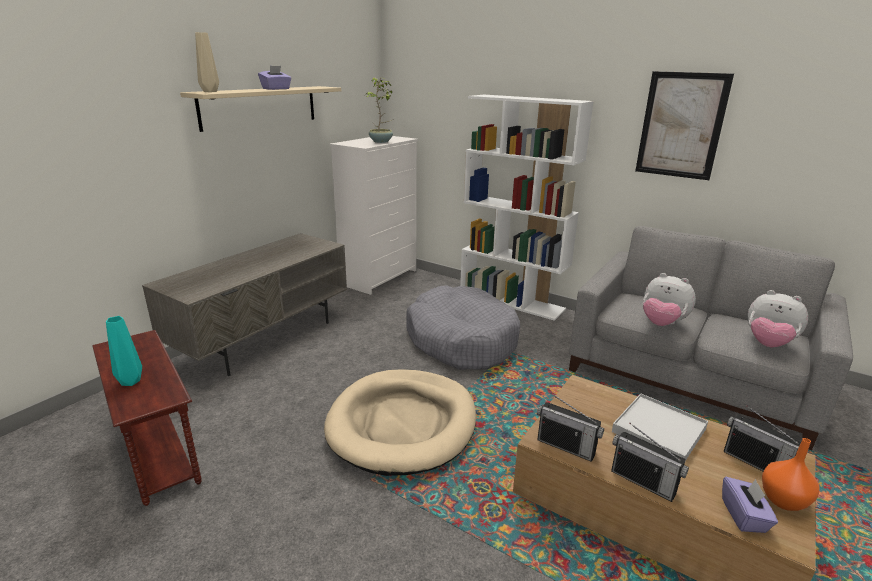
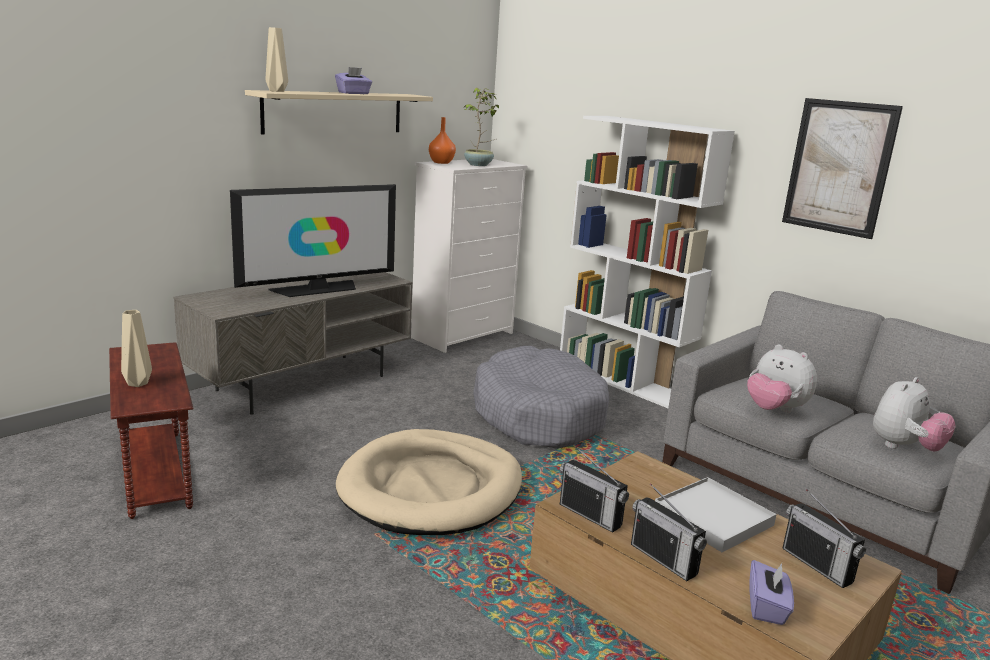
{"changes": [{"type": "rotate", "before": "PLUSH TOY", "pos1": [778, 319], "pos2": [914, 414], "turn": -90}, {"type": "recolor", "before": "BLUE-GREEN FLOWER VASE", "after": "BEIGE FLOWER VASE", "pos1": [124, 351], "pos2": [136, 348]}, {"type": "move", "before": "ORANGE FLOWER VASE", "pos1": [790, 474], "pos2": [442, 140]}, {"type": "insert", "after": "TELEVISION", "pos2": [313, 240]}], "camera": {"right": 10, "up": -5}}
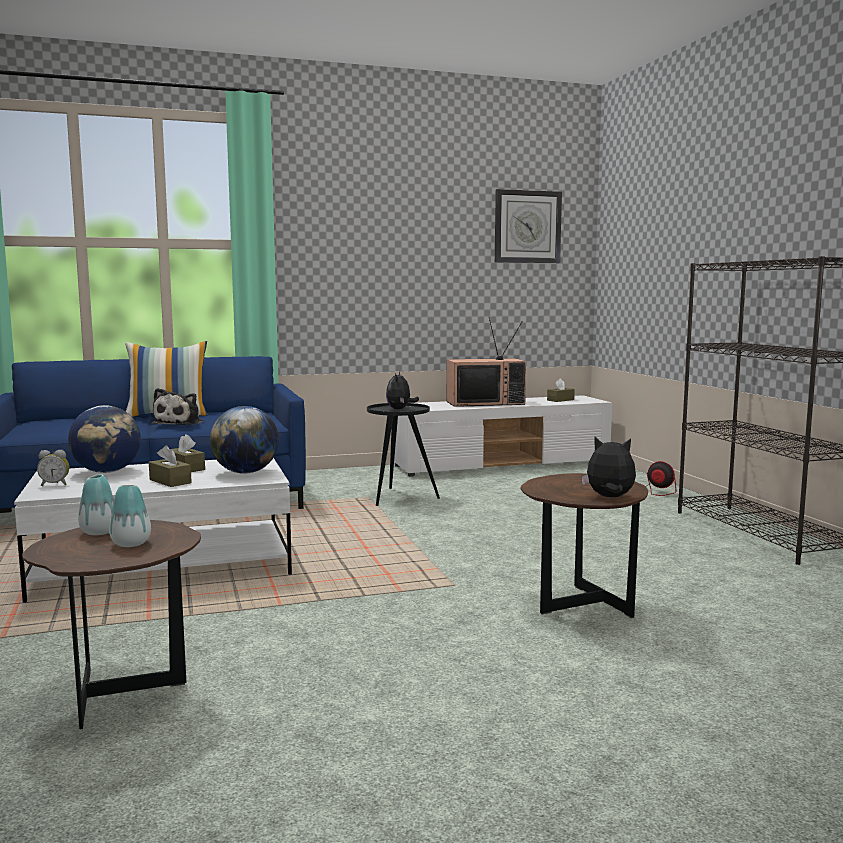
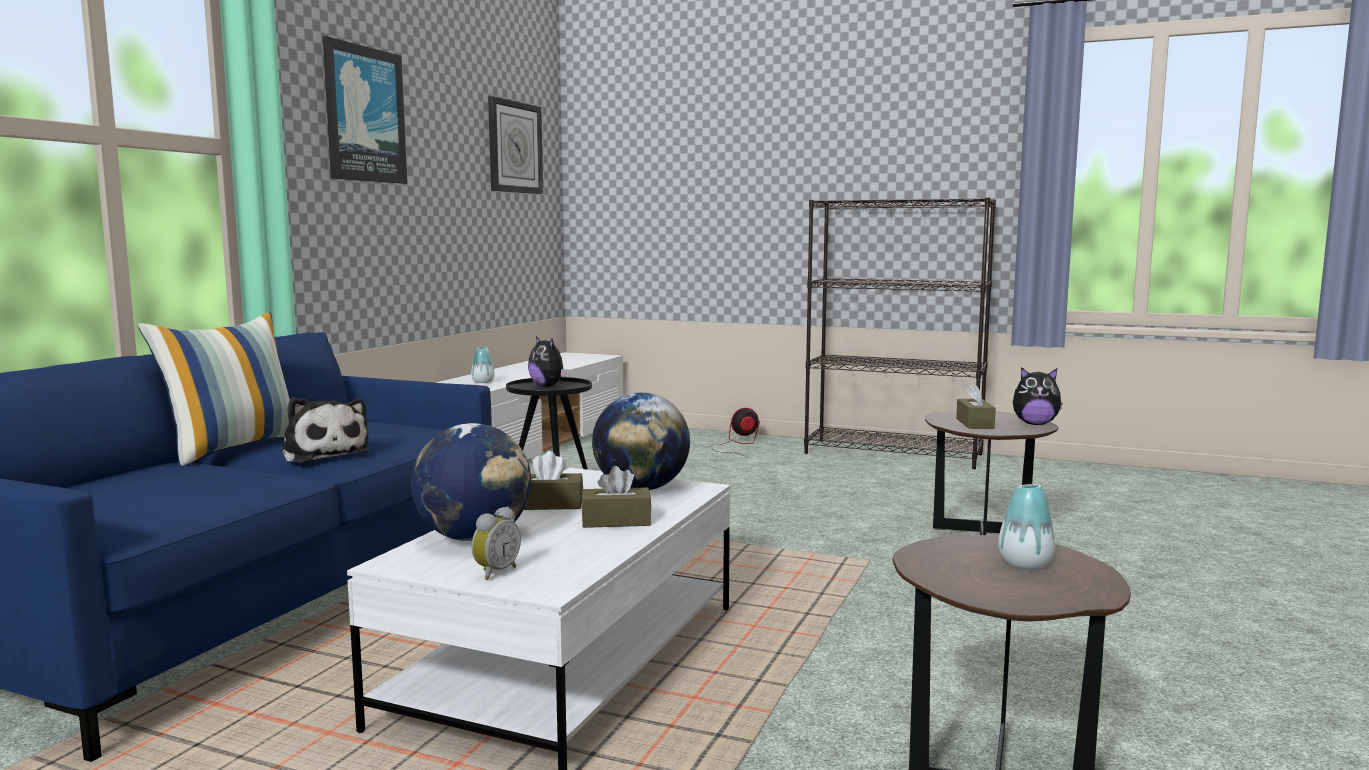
{"changes": [{"type": "delete", "before": "TELEVISION", "pos1": [486, 362]}, {"type": "move", "before": "BROWN TISSUE HOLDER", "pos1": [561, 390], "pos2": [976, 406]}, {"type": "rotate", "before": "PLUSH TOY", "pos1": [608, 467], "pos2": [1038, 396], "turn": -135}, {"type": "move", "before": "FLOWER VASE", "pos1": [96, 504], "pos2": [483, 365]}, {"type": "insert", "after": "WALL PICTURE", "pos2": [365, 110]}], "camera": {"right": -50, "up": 0}}
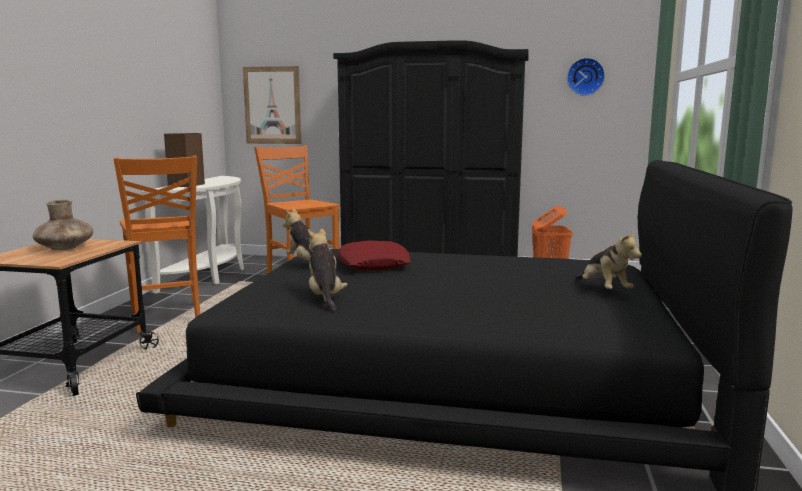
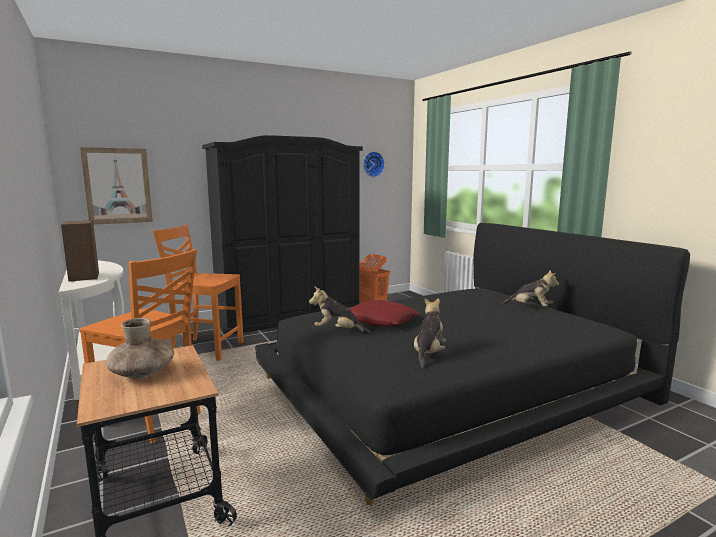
{"changes": [{"type": "rotate", "before": "PLUSH TOY", "pos1": [328, 269], "pos2": [430, 333], "turn": 75}], "camera": {"right": -40, "up": 0}}
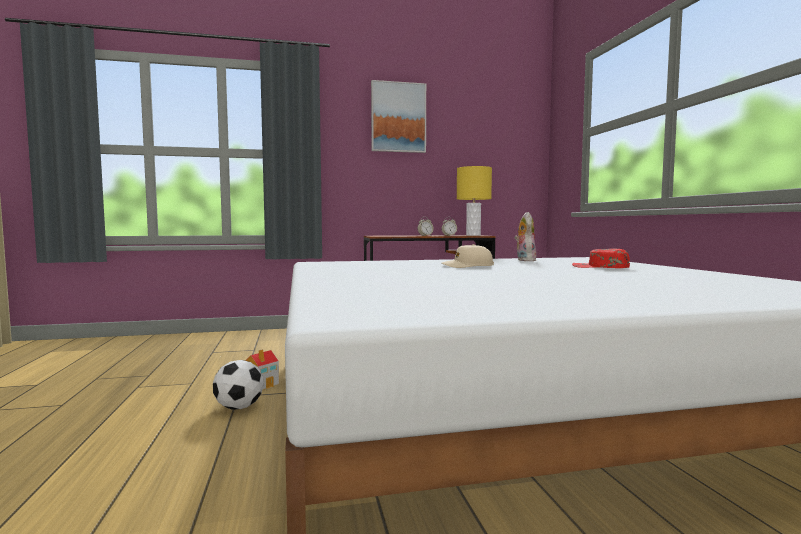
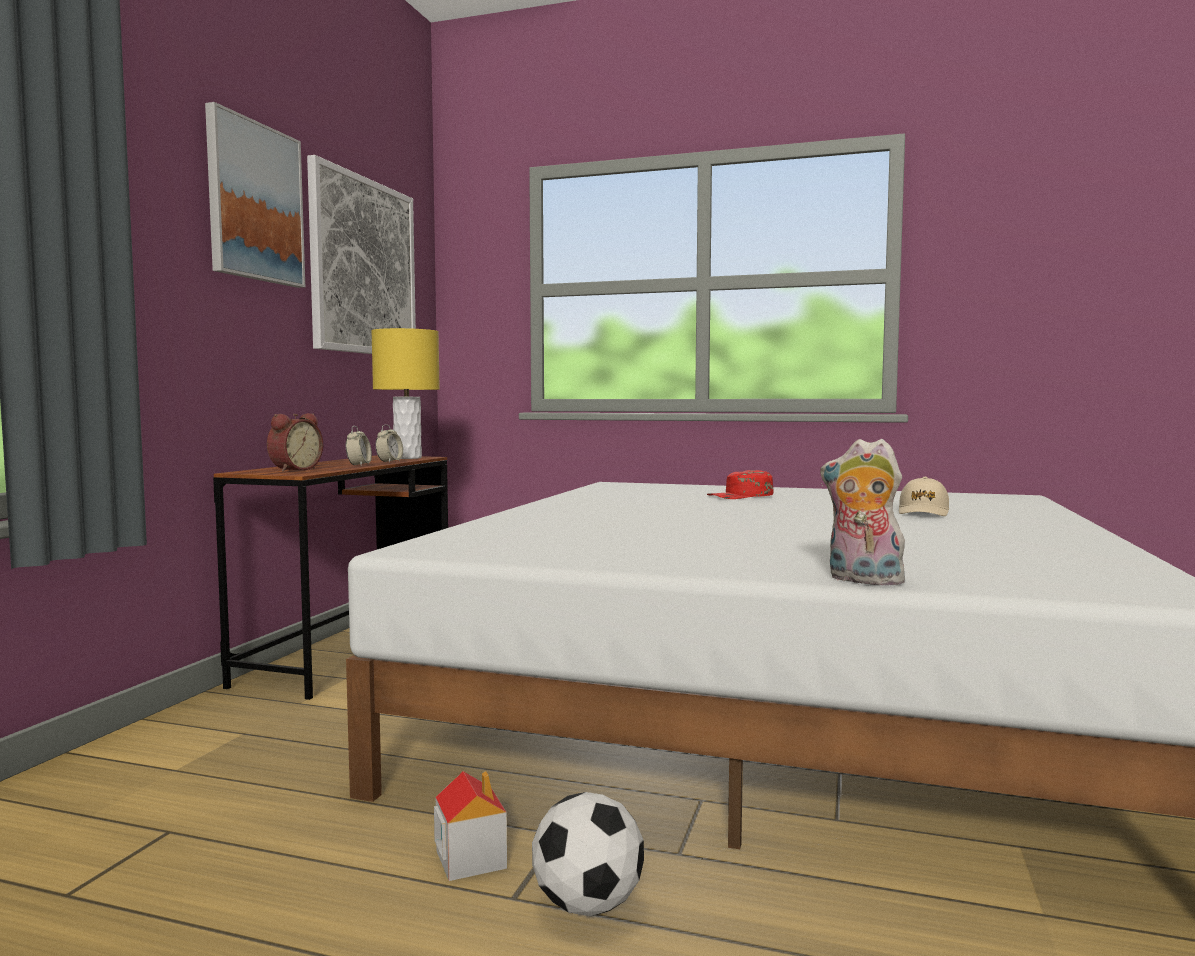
{"changes": [{"type": "move", "before": "PLUSH TOY", "pos1": [525, 236], "pos2": [866, 512]}, {"type": "move", "before": "BEIGE PEAKED CAP", "pos1": [468, 256], "pos2": [924, 496]}, {"type": "insert", "after": "WALL PICTURE", "pos2": [361, 254]}, {"type": "insert", "after": "ALARM CLOCK", "pos2": [295, 442]}], "camera": {"right": -60, "up": 0}}
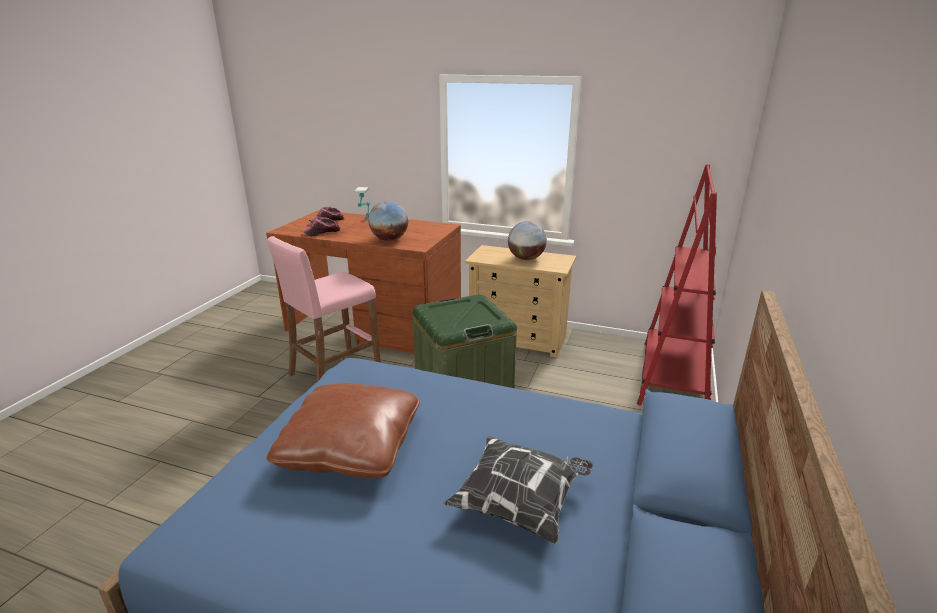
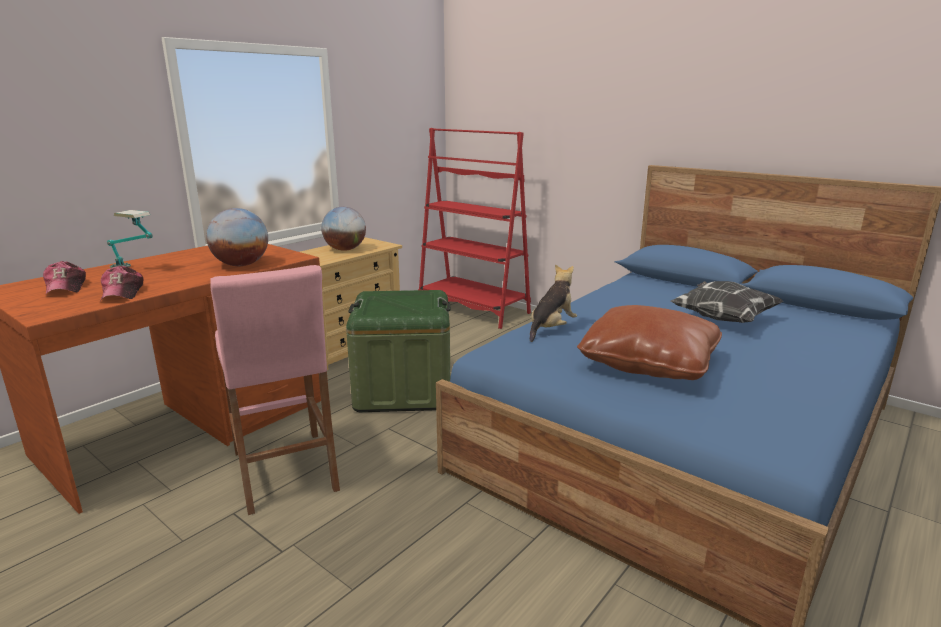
{"changes": [{"type": "insert", "after": "PLUSH TOY", "pos2": [553, 303]}], "camera": {"right": -70, "up": -5}}
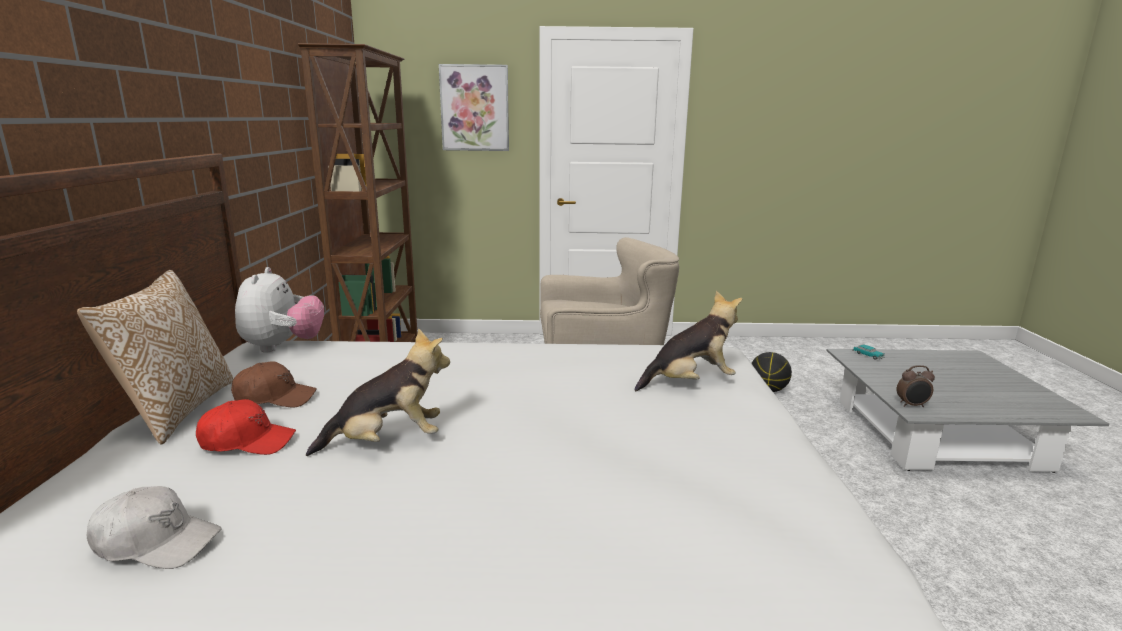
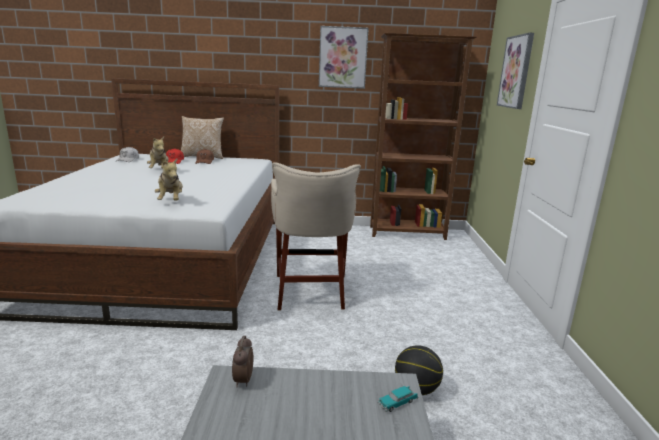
{"changes": [{"type": "delete", "before": "PLUSH TOY", "pos1": [279, 310]}, {"type": "insert", "after": "WALL PICTURE", "pos2": [344, 57]}], "camera": {"right": 90, "up": 0}}
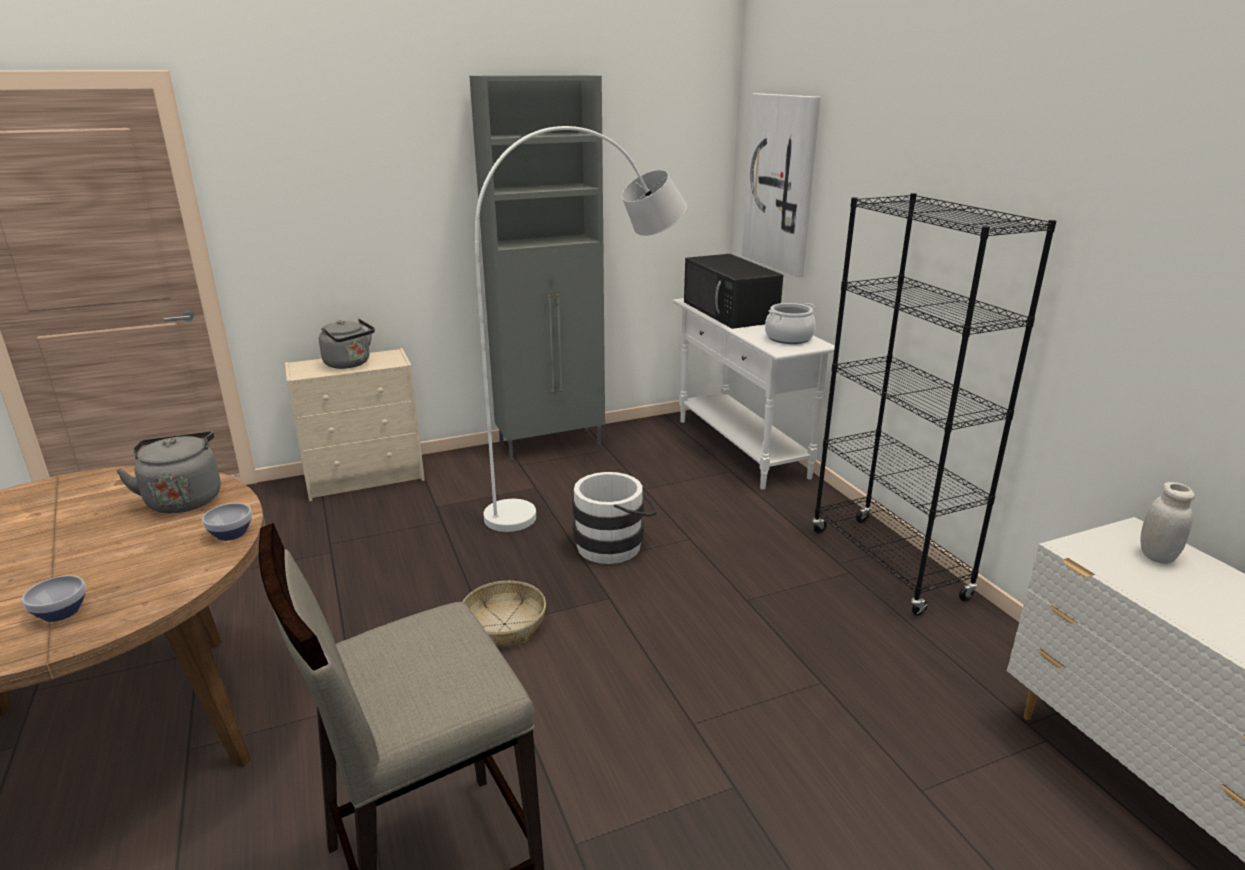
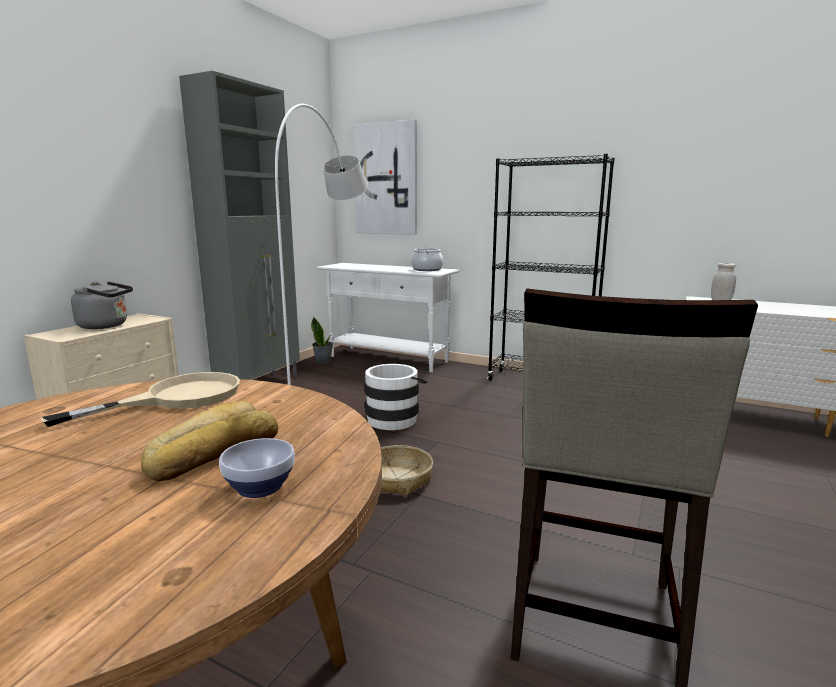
{"changes": [{"type": "delete", "before": "BLACK MICROWAVE", "pos1": [733, 291]}, {"type": "replace", "before": "GREYISH KETTLE", "after": "BEIGE FRYING PAN", "pos1": [168, 472], "pos2": [140, 399]}, {"type": "delete", "before": "SERVING BOWL", "pos1": [227, 522]}, {"type": "insert", "after": "HOUSEPLANT", "pos2": [322, 340]}, {"type": "insert", "after": "BAKERY BREAD", "pos2": [209, 441]}], "camera": {"right": -40, "up": -10}}
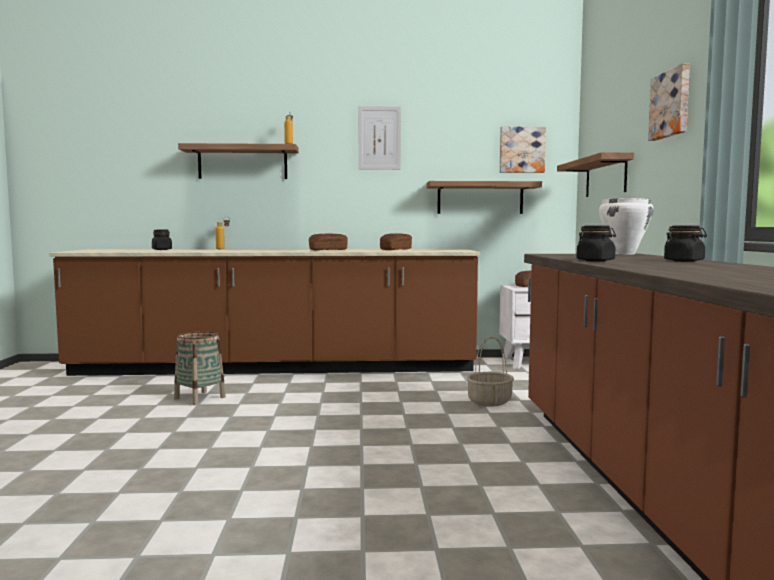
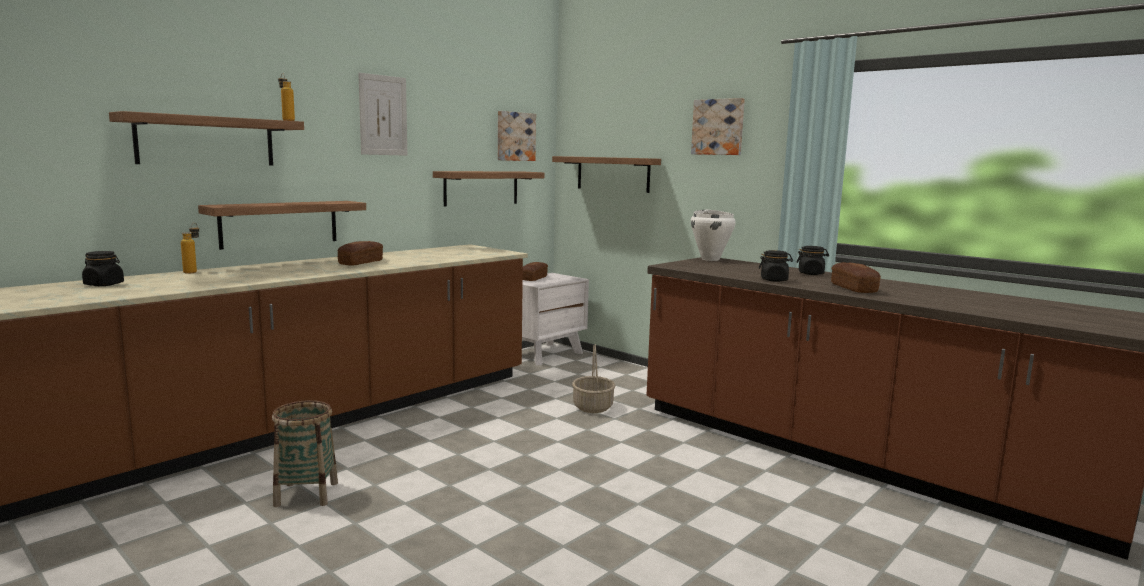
{"changes": [{"type": "move", "before": "BAKERY BREAD", "pos1": [396, 241], "pos2": [856, 277]}, {"type": "insert", "after": "SHELF", "pos2": [282, 225]}], "camera": {"right": -45, "up": 5}}
